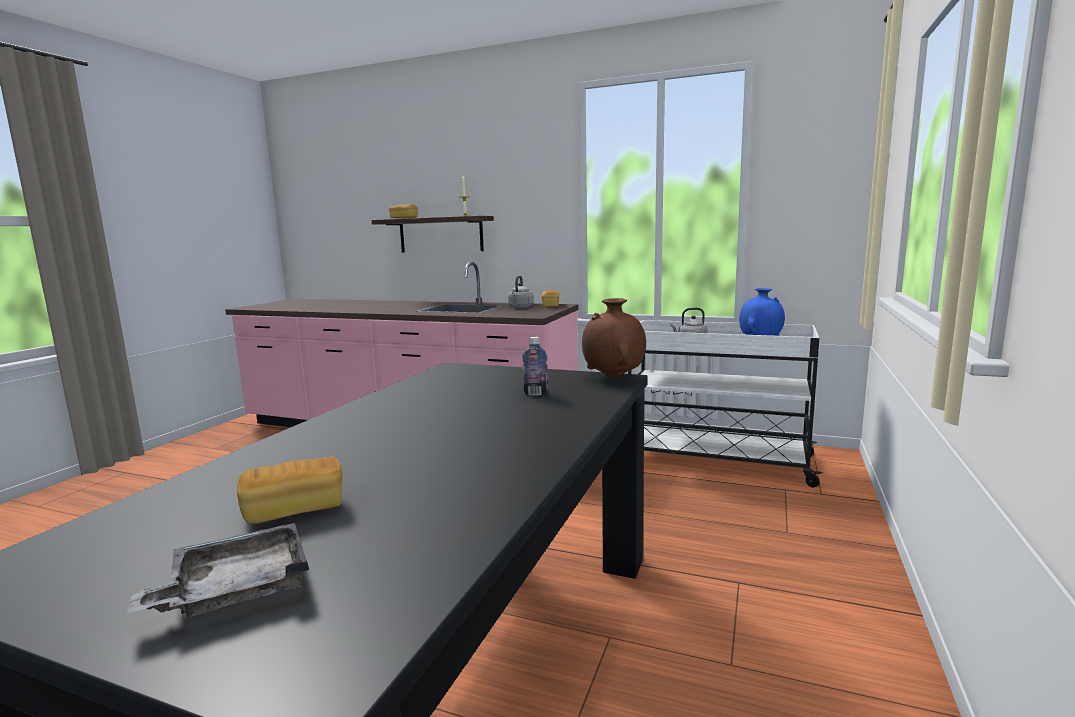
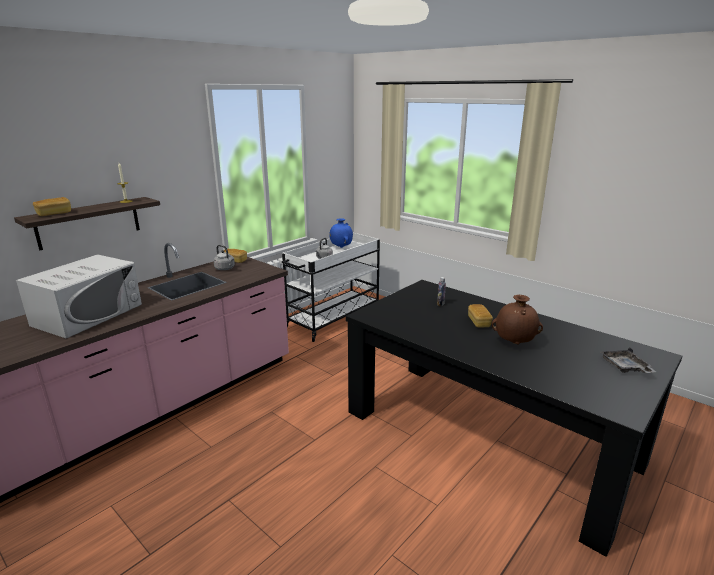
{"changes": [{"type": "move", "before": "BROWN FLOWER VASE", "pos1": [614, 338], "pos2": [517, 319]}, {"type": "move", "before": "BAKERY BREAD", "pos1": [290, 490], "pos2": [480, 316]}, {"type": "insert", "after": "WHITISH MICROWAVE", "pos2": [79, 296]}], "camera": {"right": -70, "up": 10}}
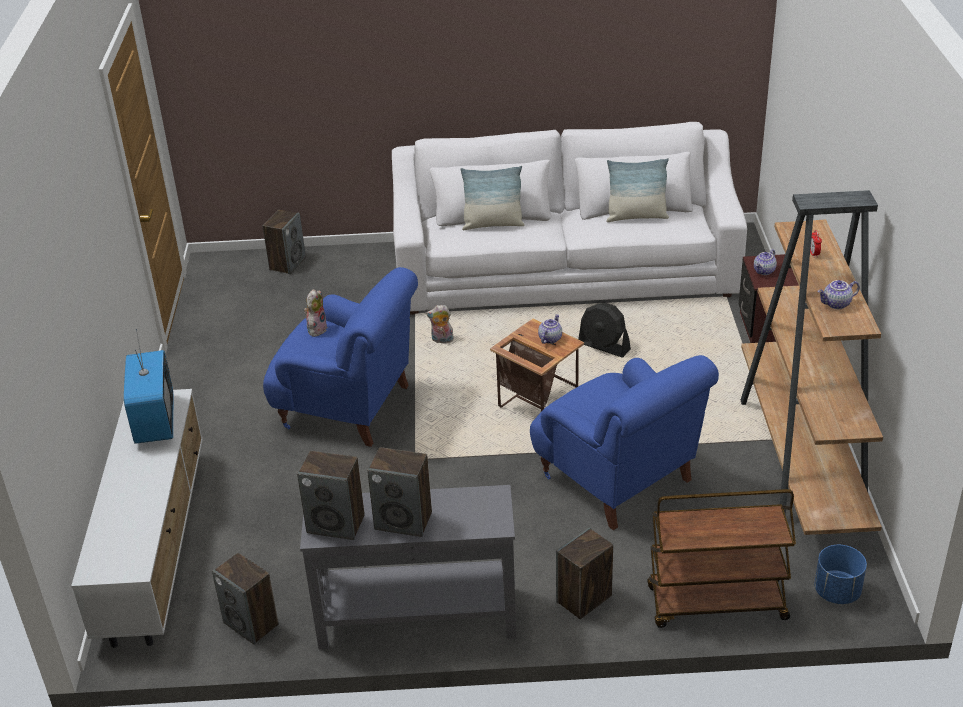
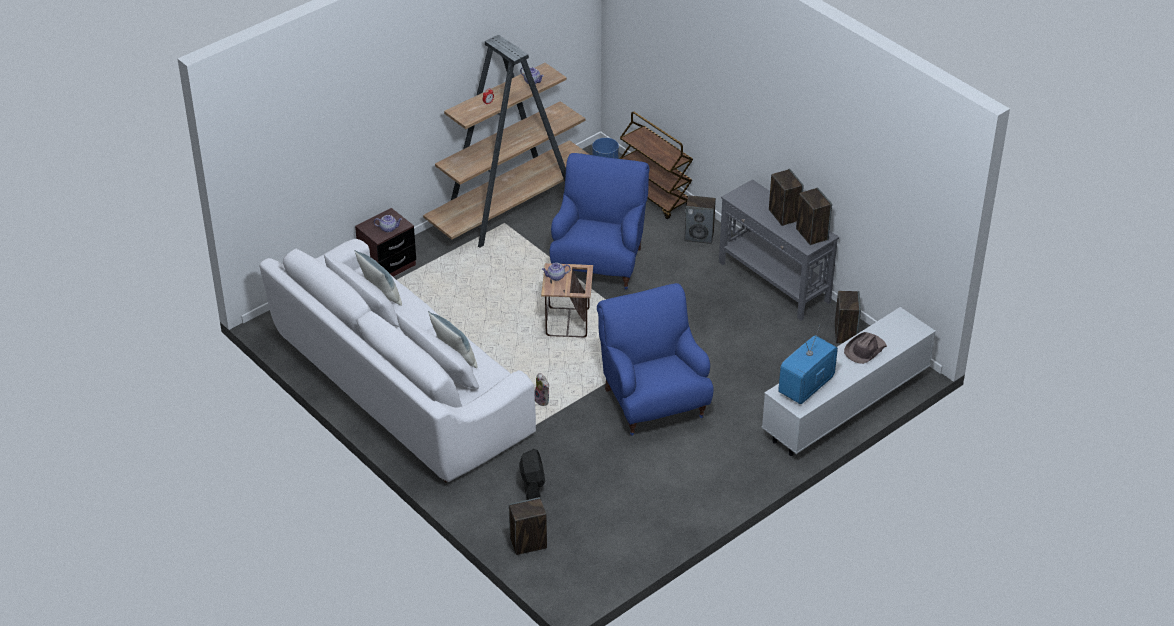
{"changes": [{"type": "delete", "before": "PLUSH TOY", "pos1": [316, 313]}, {"type": "move", "before": "BLACK ELECTRIC FAN", "pos1": [604, 330], "pos2": [532, 474]}, {"type": "insert", "after": "BROWN HAT", "pos2": [865, 348]}], "camera": {"right": -130, "up": 5}}
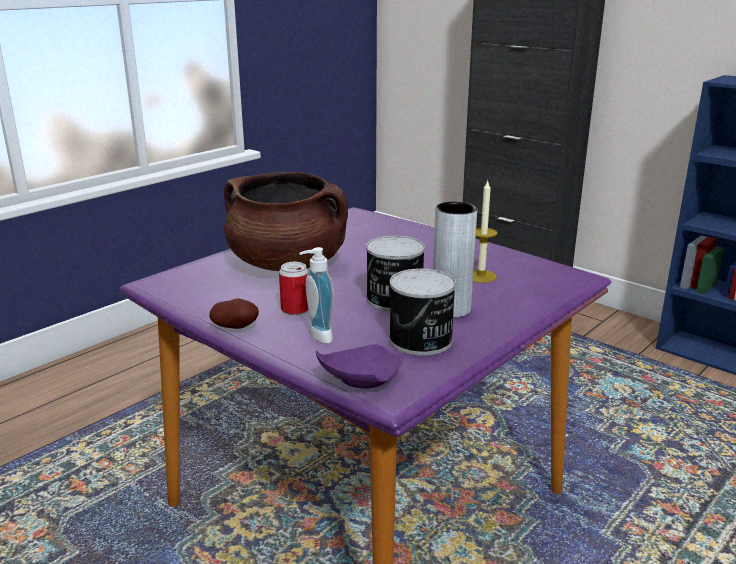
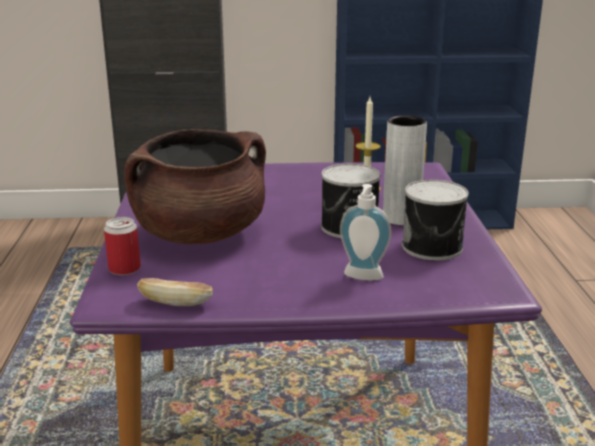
{"changes": [{"type": "move", "before": "SEALED CAN", "pos1": [293, 288], "pos2": [122, 246]}, {"type": "delete", "before": "SPUD", "pos1": [234, 313]}, {"type": "delete", "before": "PURPLE FLAT DISH", "pos1": [359, 366]}, {"type": "insert", "after": "BAKERY BREAD", "pos2": [175, 292]}], "camera": {"right": -45, "up": 0}}
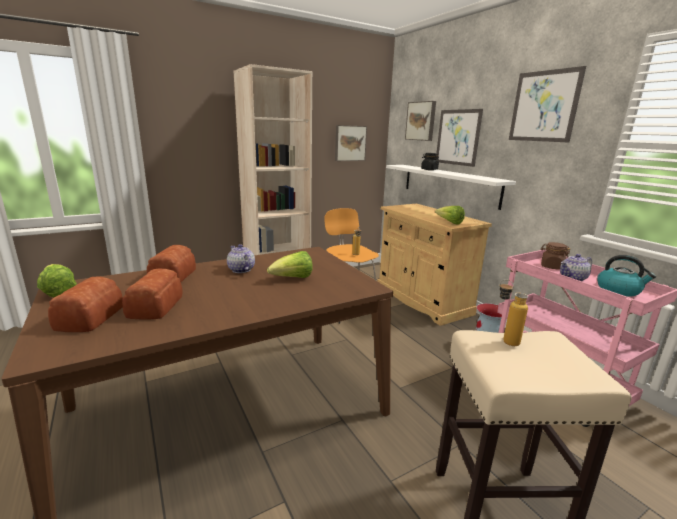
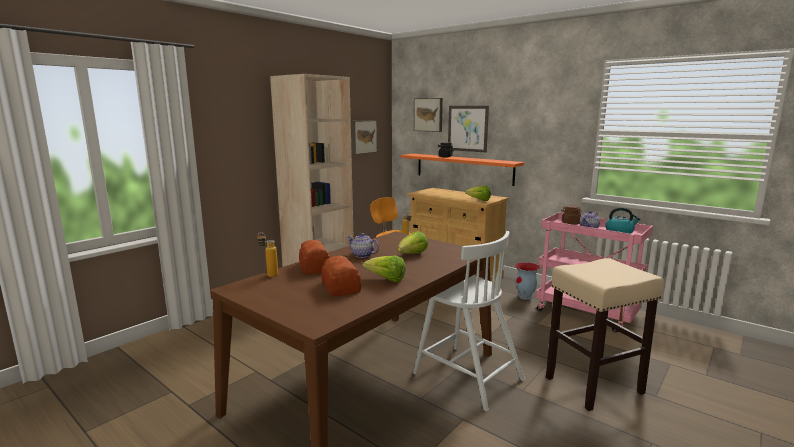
{"changes": [{"type": "delete", "before": "WALL PICTURE", "pos1": [547, 104]}, {"type": "recolor", "before": "WHITISH SHELF", "after": "ORANGE SHELF", "pos1": [451, 187], "pos2": [462, 170]}, {"type": "move", "before": "HEAD OF LETTUCE", "pos1": [57, 280], "pos2": [384, 269]}, {"type": "delete", "before": "BAKERY BREAD", "pos1": [85, 304]}, {"type": "move", "before": "BEVERAGE BOTTLE", "pos1": [513, 312], "pos2": [268, 254]}, {"type": "insert", "after": "WHITISH PLAIN CHAIR", "pos2": [469, 321]}], "camera": {"right": -20, "up": -5}}
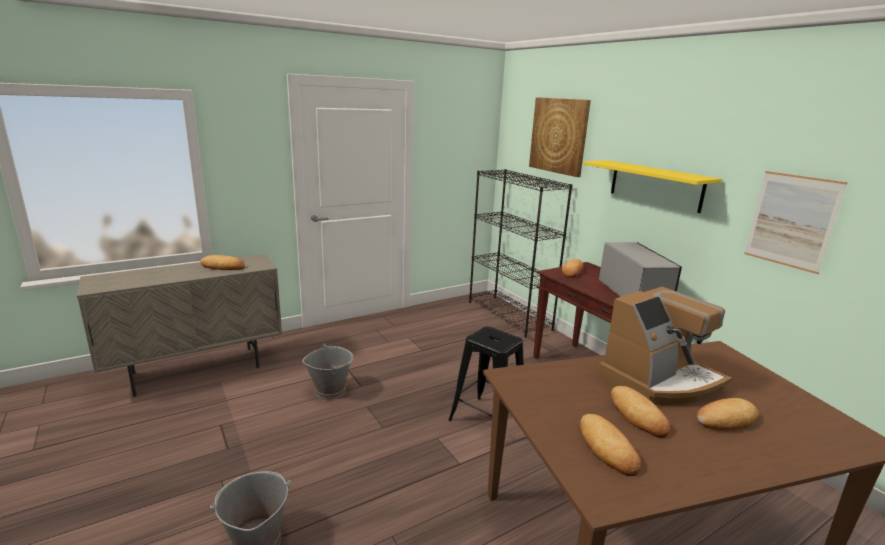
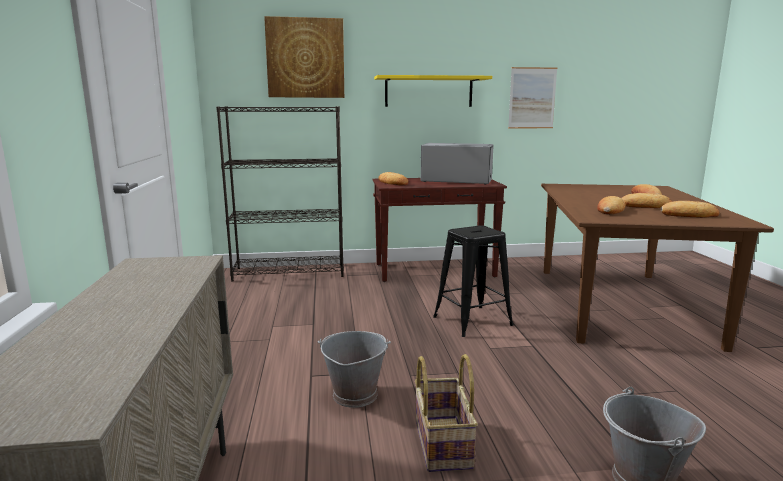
{"changes": [{"type": "move", "before": "BAKERY BREAD", "pos1": [222, 262], "pos2": [611, 205]}, {"type": "delete", "before": "COFFEE BREWER", "pos1": [664, 346]}, {"type": "insert", "after": "HOUSEHOLD BASKET", "pos2": [446, 413]}], "camera": {"right": -65, "up": -5}}
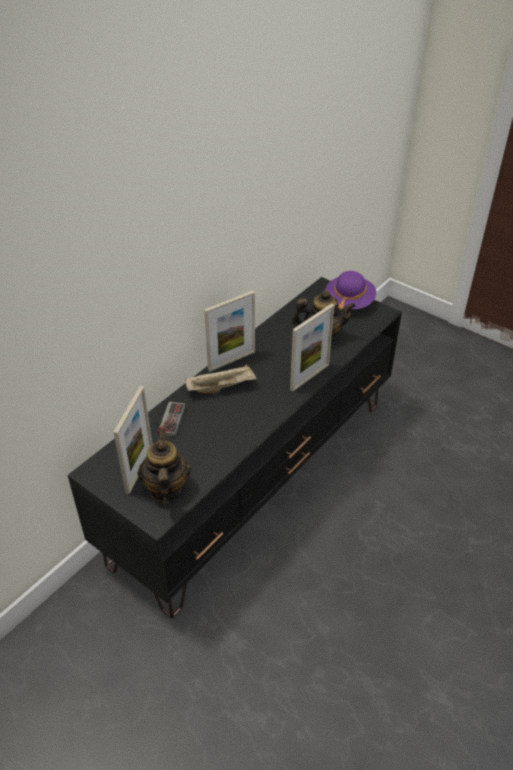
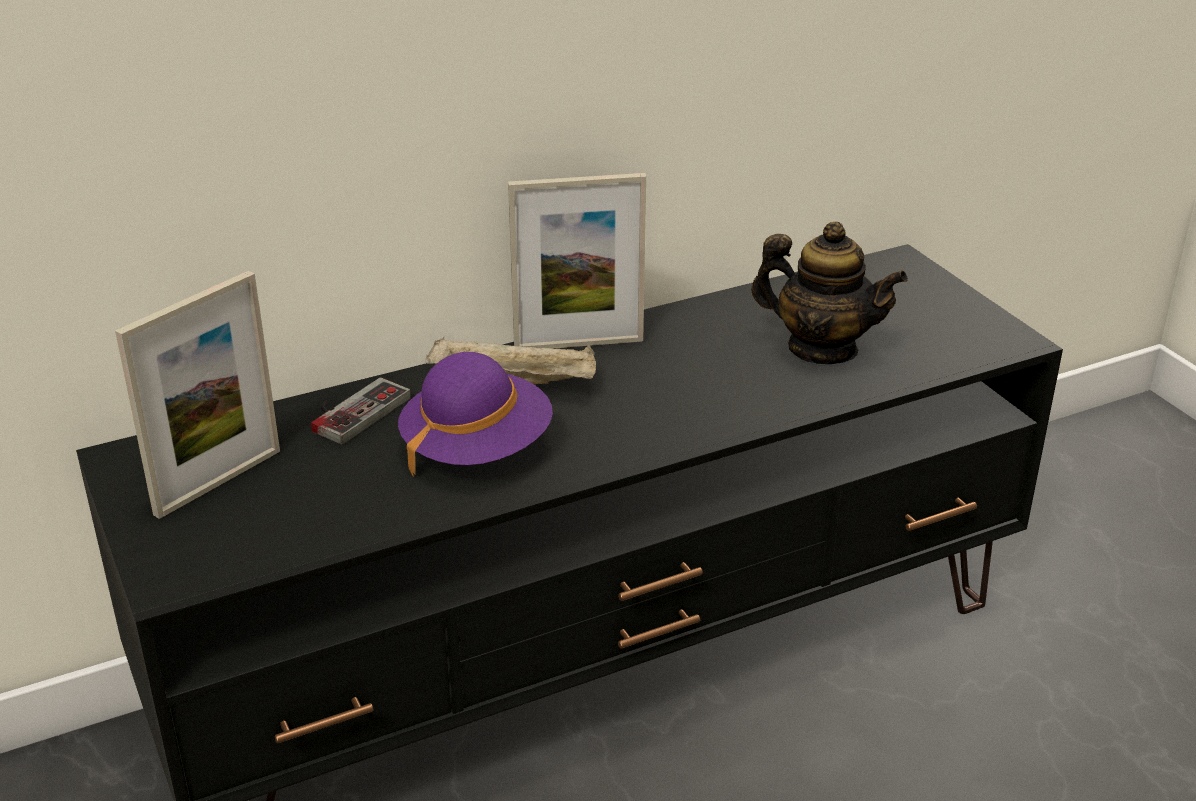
{"changes": [{"type": "move", "before": "PURPLE HAT", "pos1": [350, 290], "pos2": [475, 414]}, {"type": "delete", "before": "STANDING FRAME", "pos1": [312, 348]}, {"type": "delete", "before": "TEA POT", "pos1": [164, 467]}], "camera": {"right": 25, "up": -10}}
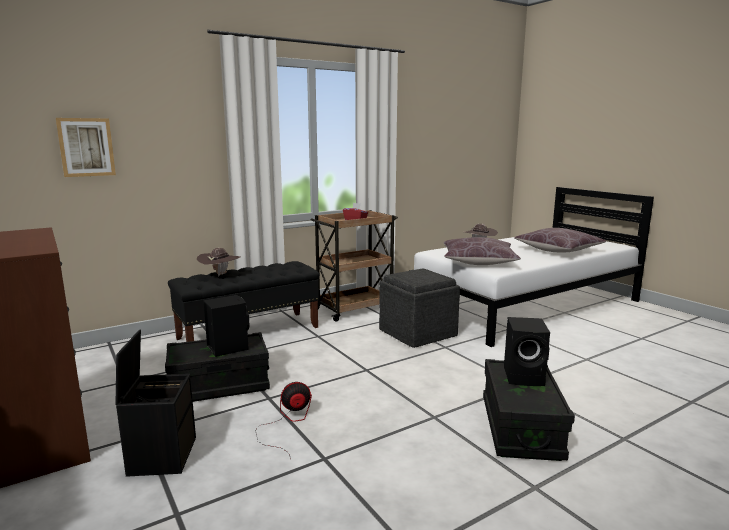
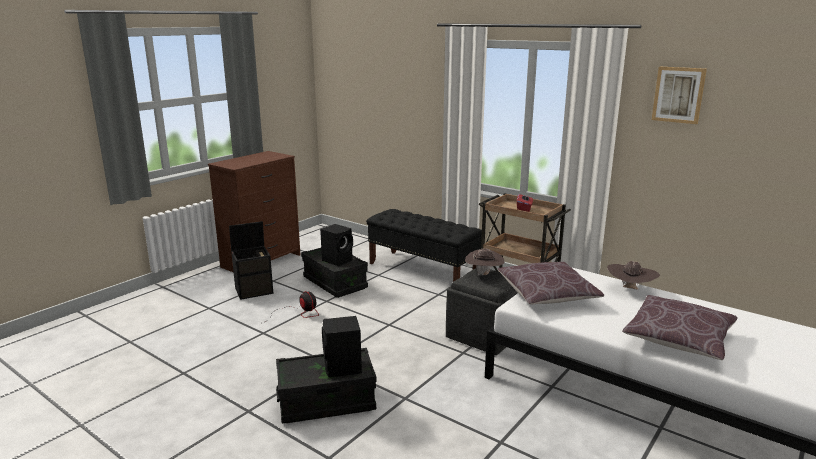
{"changes": [{"type": "move", "before": "WALL PICTURE", "pos1": [86, 147], "pos2": [679, 95]}, {"type": "move", "before": "BROWN HAT", "pos1": [219, 262], "pos2": [485, 261]}], "camera": {"right": 70, "up": 5}}
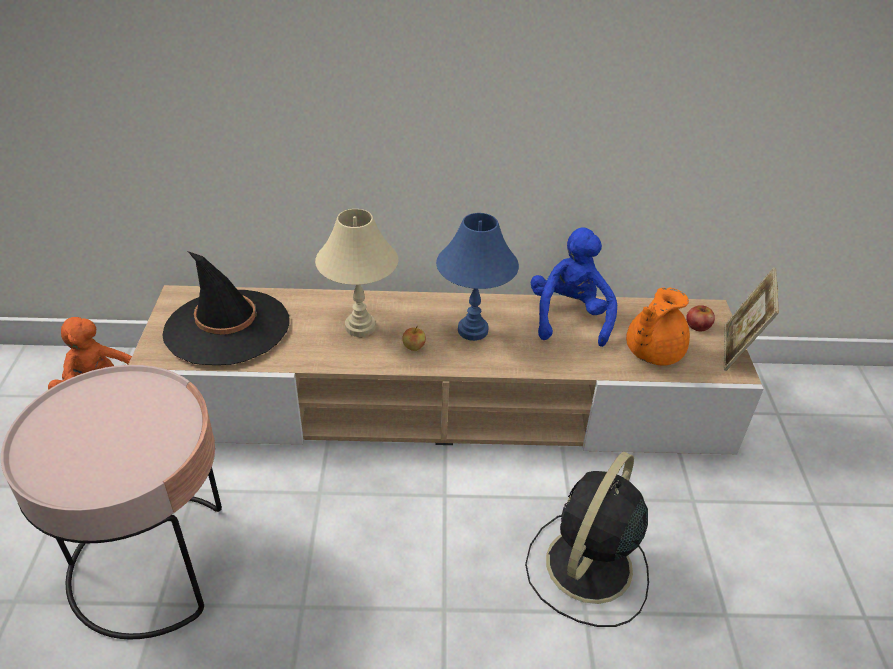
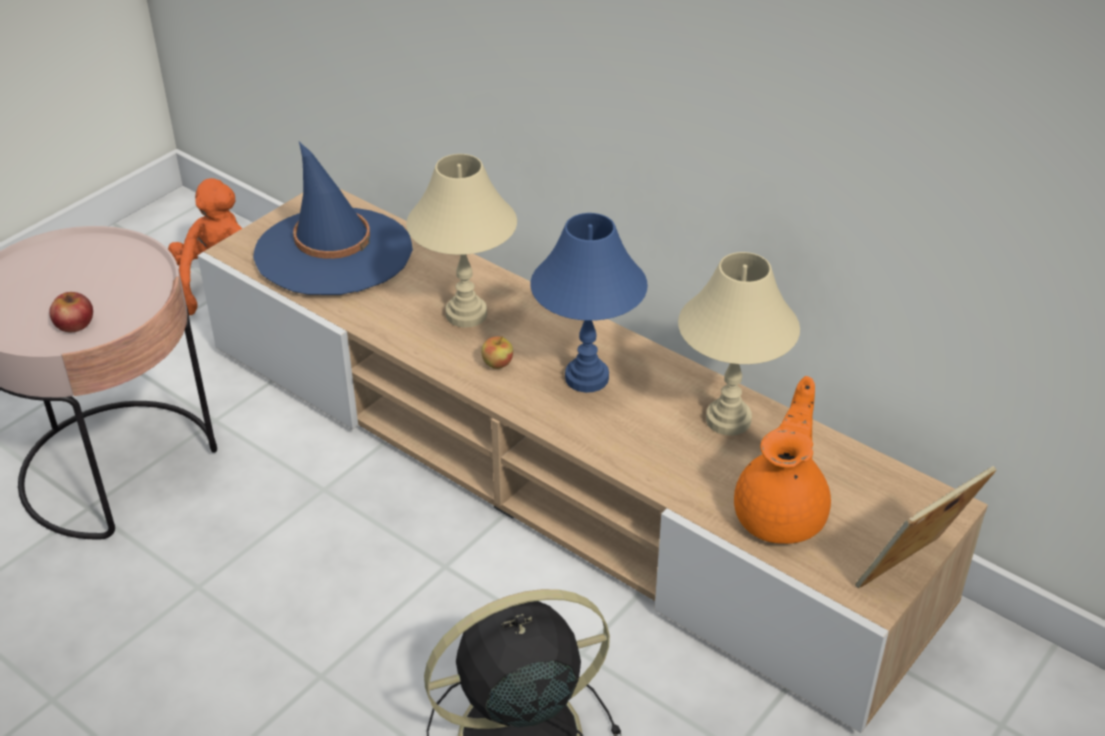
{"changes": [{"type": "replace", "before": "BLUE PLUSH TOY", "after": "BEIGE TABLETOP LAMP", "pos1": [574, 287], "pos2": [739, 344]}, {"type": "recolor", "before": "BLACK HAT", "after": "BLUE HAT", "pos1": [226, 308], "pos2": [333, 218]}, {"type": "rotate", "before": "ORANGE TEA POT", "pos1": [658, 326], "pos2": [782, 460], "turn": 120}, {"type": "move", "before": "WHOLE APPLE", "pos1": [700, 318], "pos2": [71, 312]}], "camera": {"right": 40, "up": 0}}
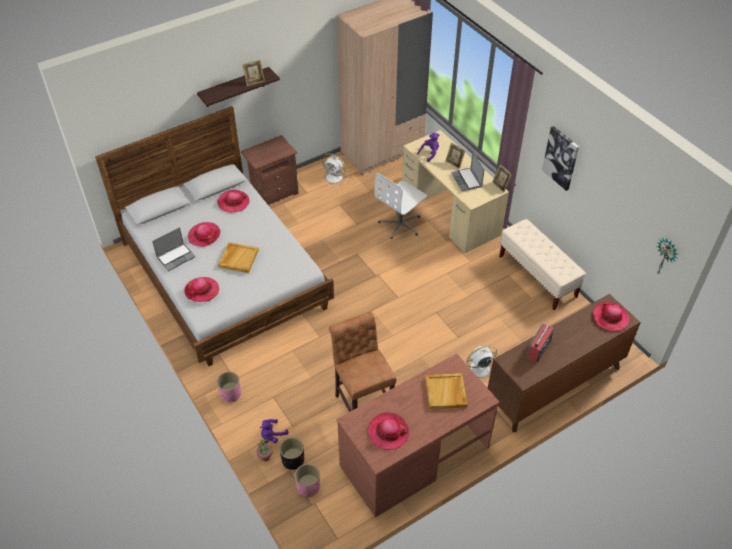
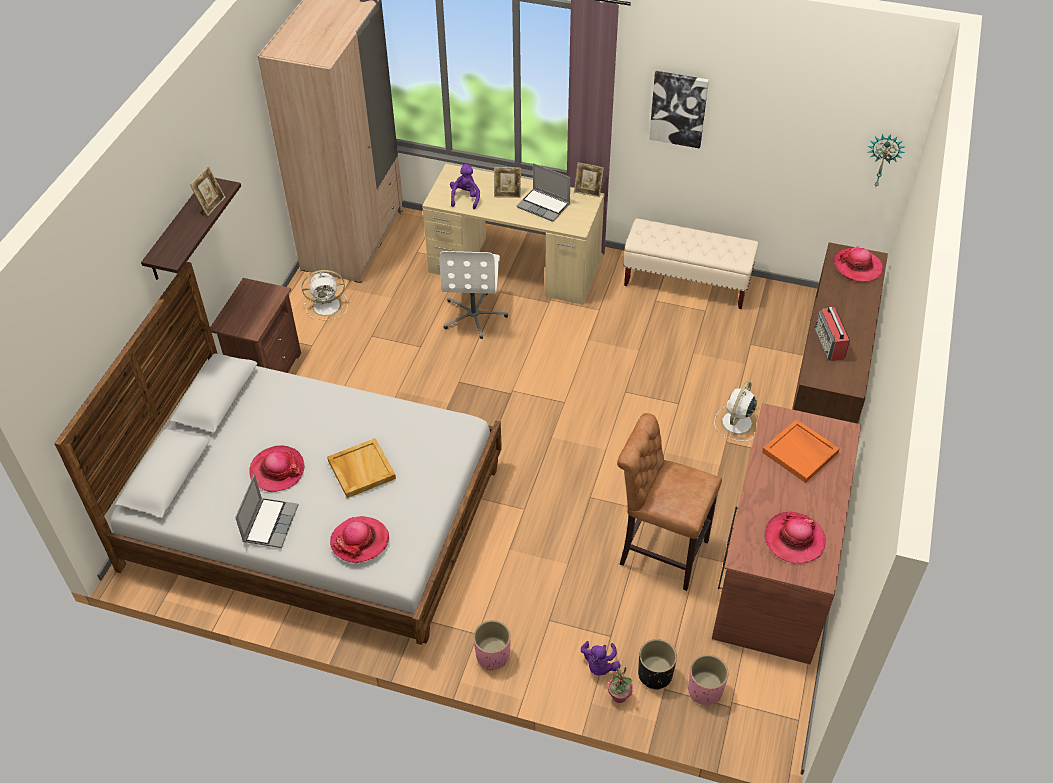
{"changes": [{"type": "delete", "before": "HAT", "pos1": [233, 201]}, {"type": "recolor", "before": "BEIGE SERVING TRAY", "after": "ORANGE SERVING TRAY", "pos1": [446, 391], "pos2": [801, 451]}], "camera": {"right": -40, "up": 0}}
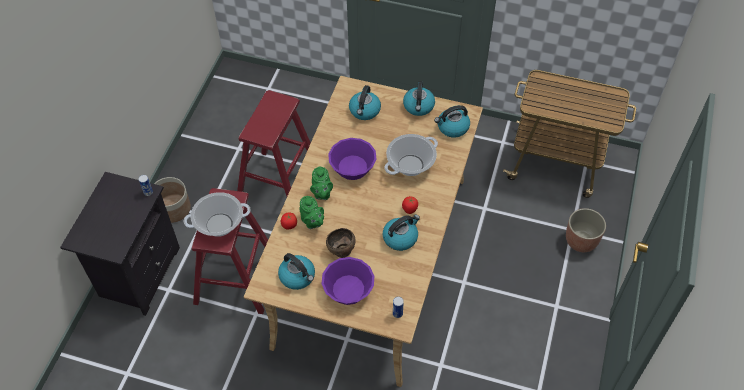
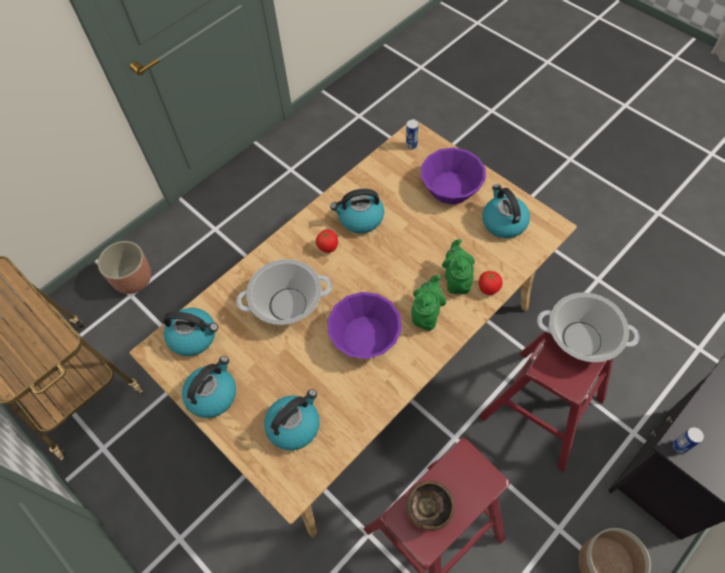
{"changes": [{"type": "move", "before": "BROWN SERVING BOWL", "pos1": [341, 243], "pos2": [429, 506]}], "camera": {"right": -150, "up": 5}}
